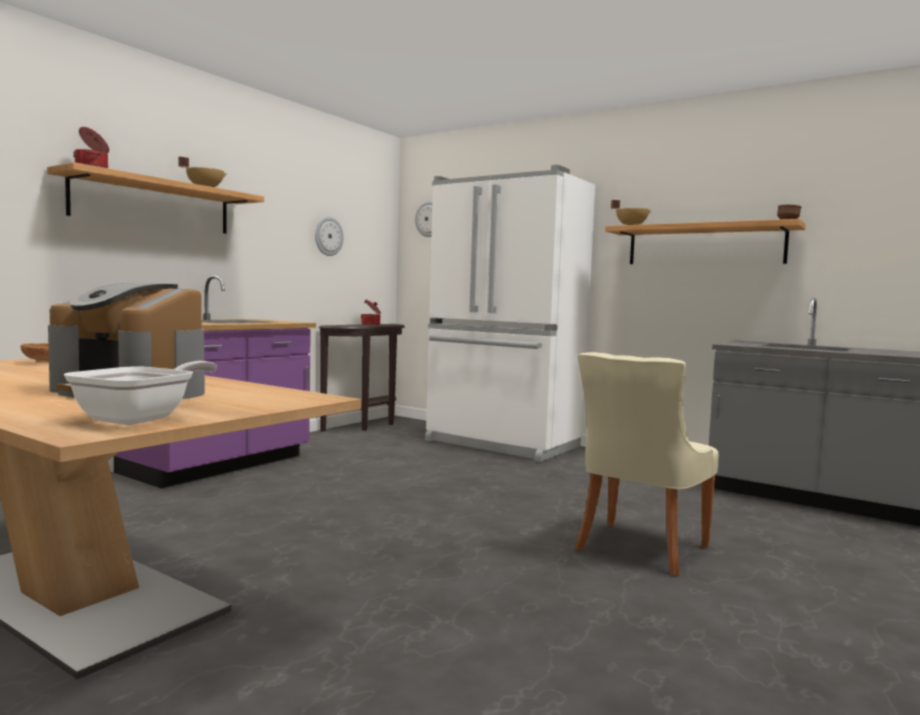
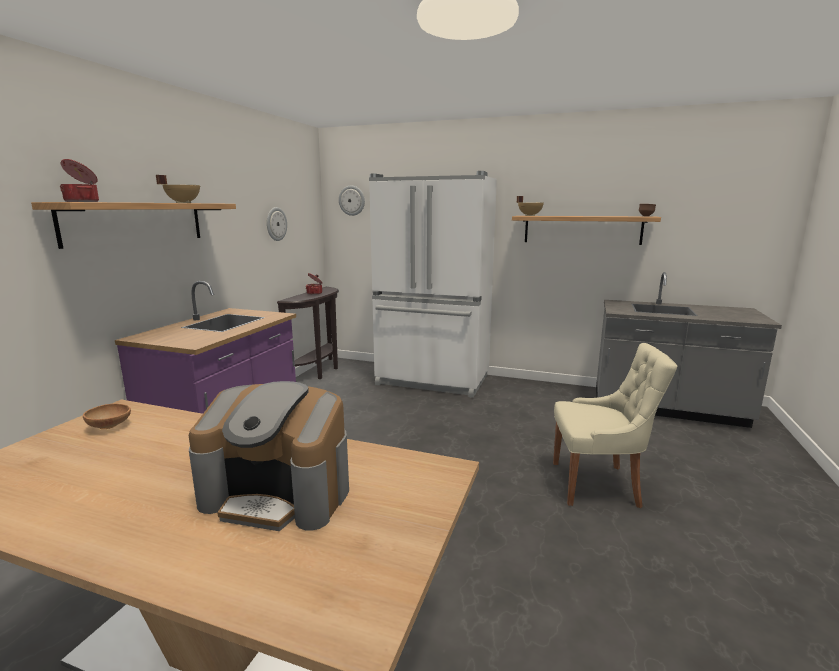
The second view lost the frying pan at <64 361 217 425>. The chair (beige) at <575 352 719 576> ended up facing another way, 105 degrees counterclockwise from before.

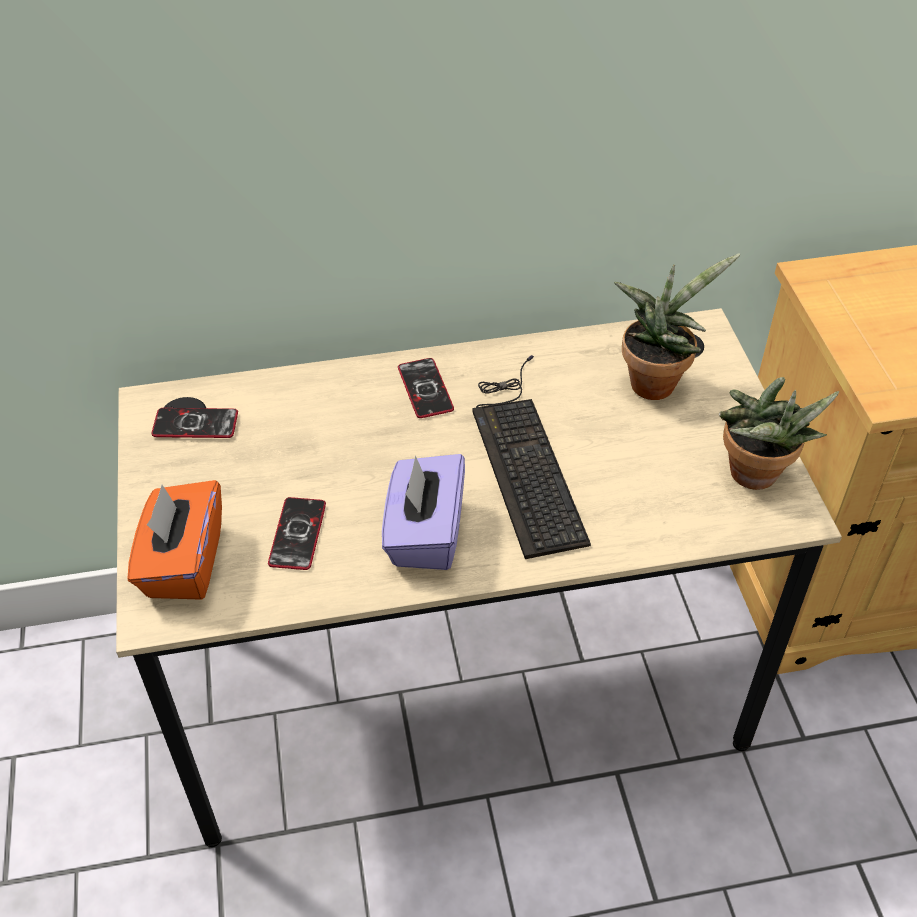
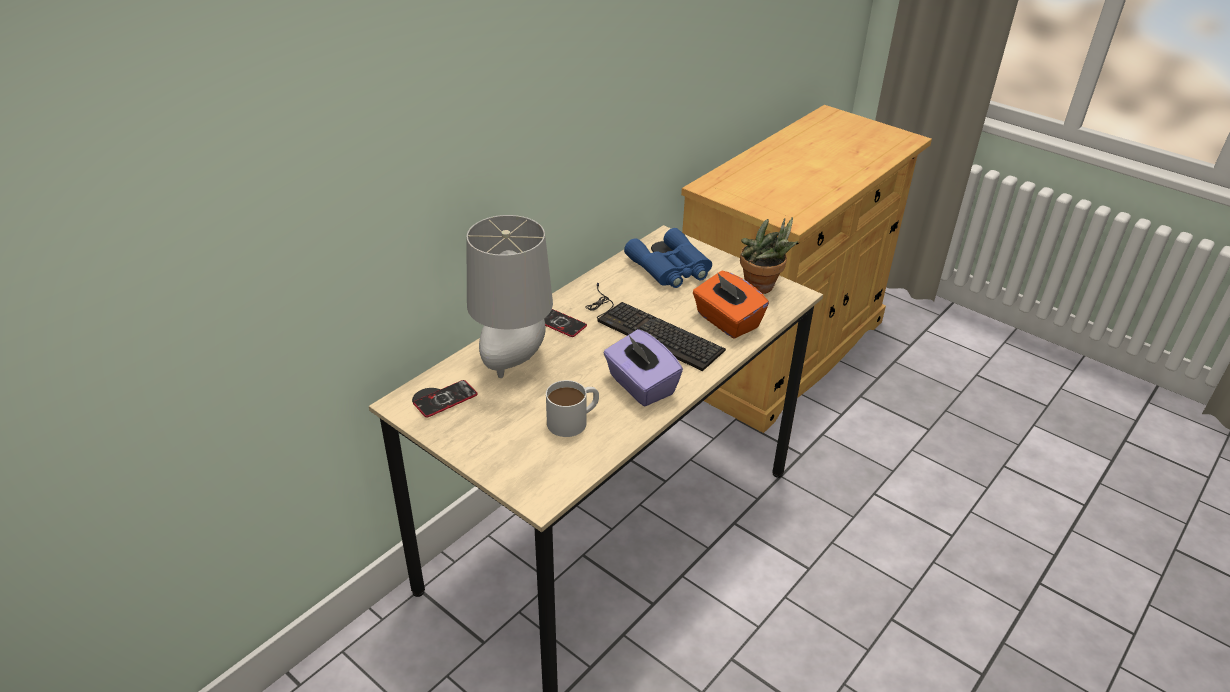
The second view gained the table lamp (grey) at <466 215 553 378>. The tissue box (orange) ended up elsewhere, having gone from <128 480 222 600> to <693 270 769 339>. Where the phone stood at <268 497 326 570>, the mug (white) came to stand at <546 380 599 437>. Where the potted plant stood at <614 253 740 400>, the binoculars (blue) came to stand at <624 228 712 288>.

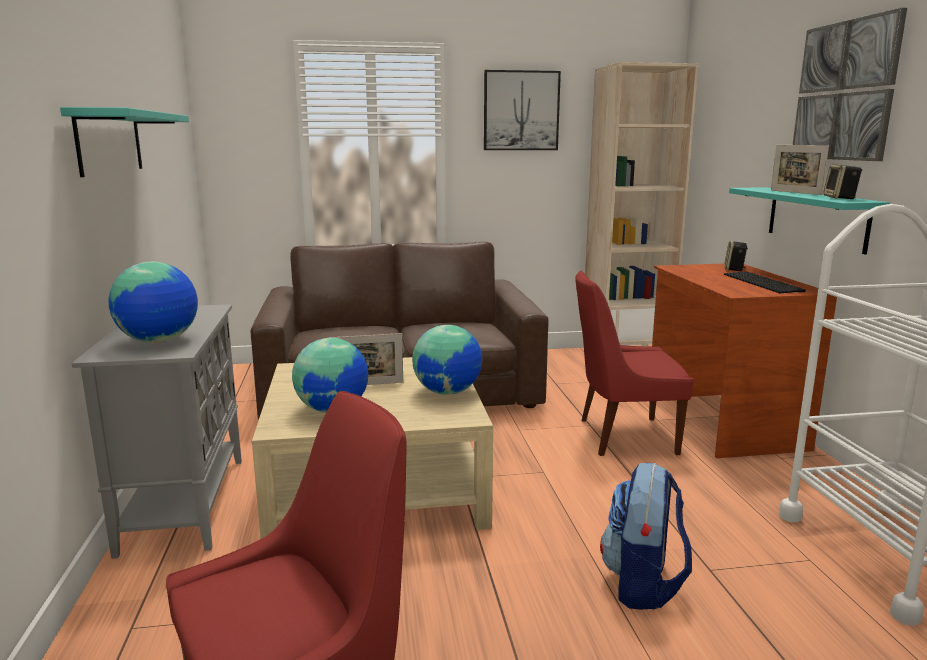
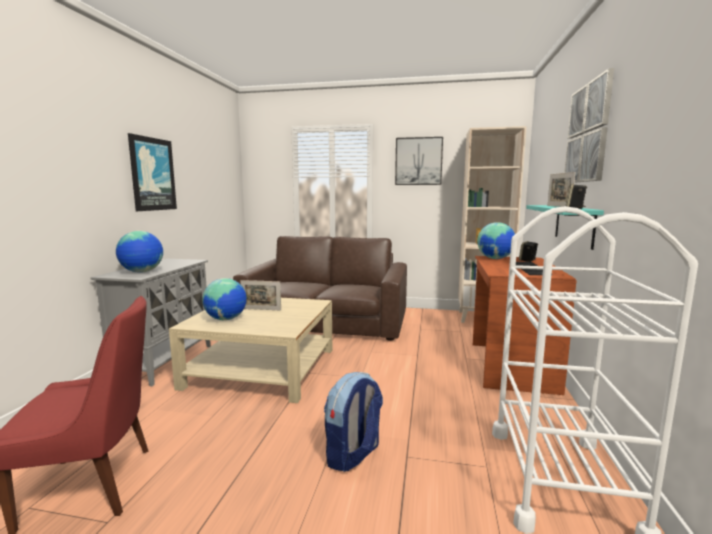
The second view lost the chair (red) at <575 271 693 456>. The globe ended up elsewhere, having gone from <412 325 482 395> to <477 222 515 259>. Where the shelf (turquoise) hung at <60 107 189 177>, the picture came to hang at <128 133 177 211>.

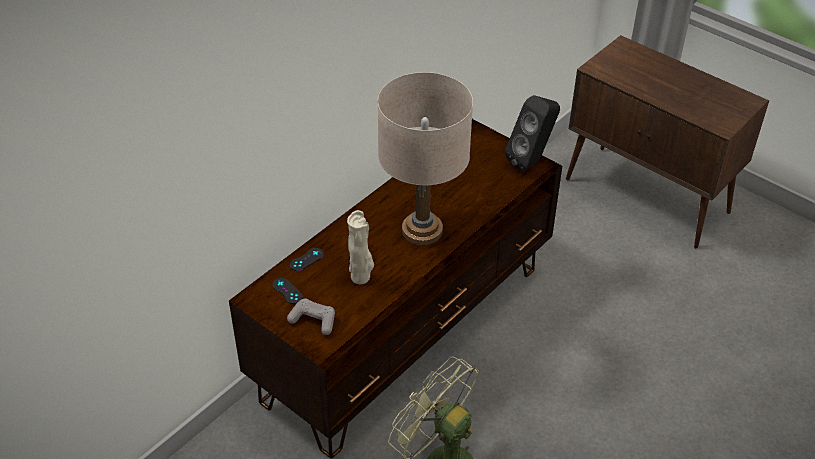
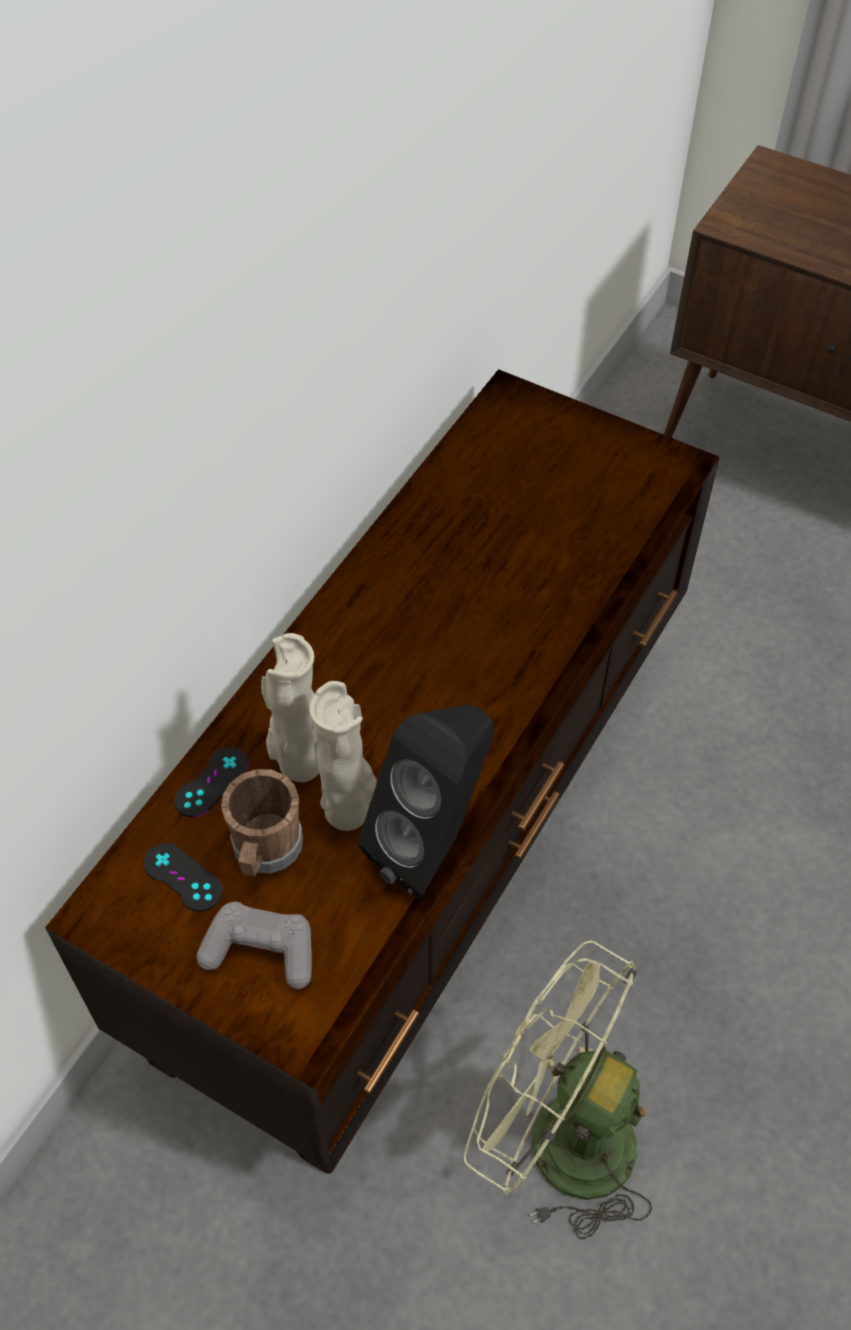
The second view lost the table lamp (beige) at <377 72 473 245>. The second view gained the mug (brown) at <221 769 303 876>. The second view gained the vase (beige) at <261 633 319 782>. The speaker (black) ended up elsewhere, having gone from <505 95 560 172> to <358 705 495 899>.

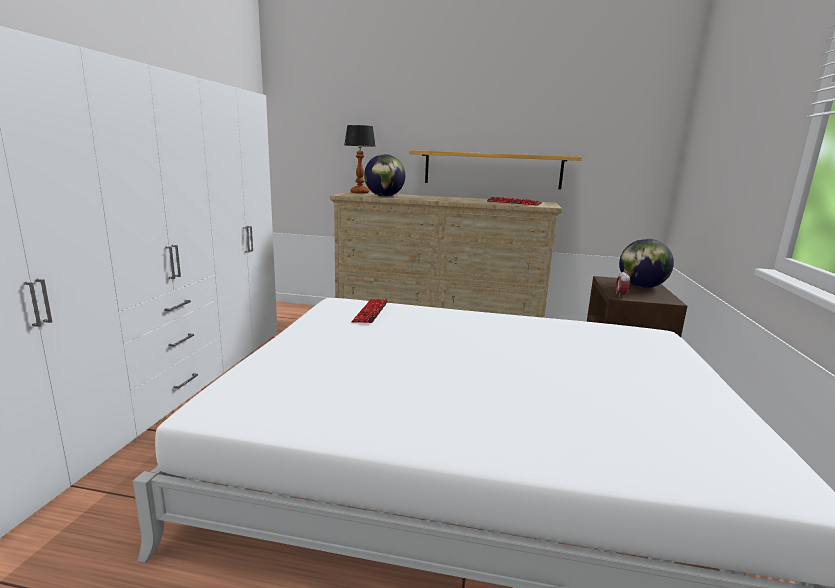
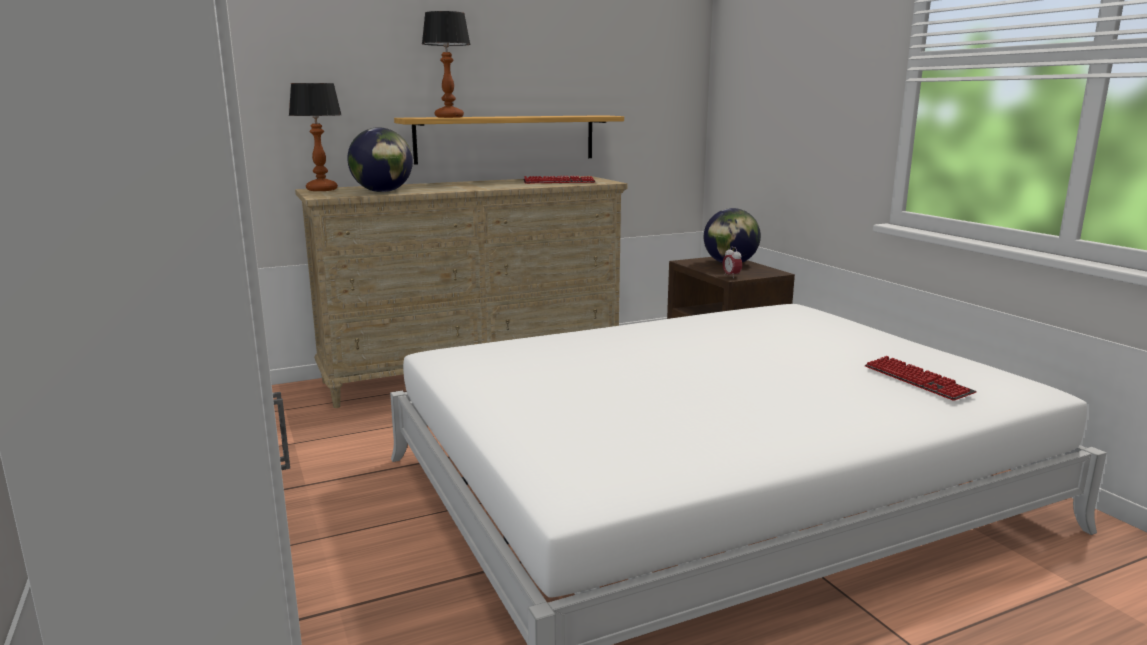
The second view gained the table lamp at <422 11 471 118>. The keyboard ended up elsewhere, having gone from <352 299 388 323> to <865 356 977 401>.

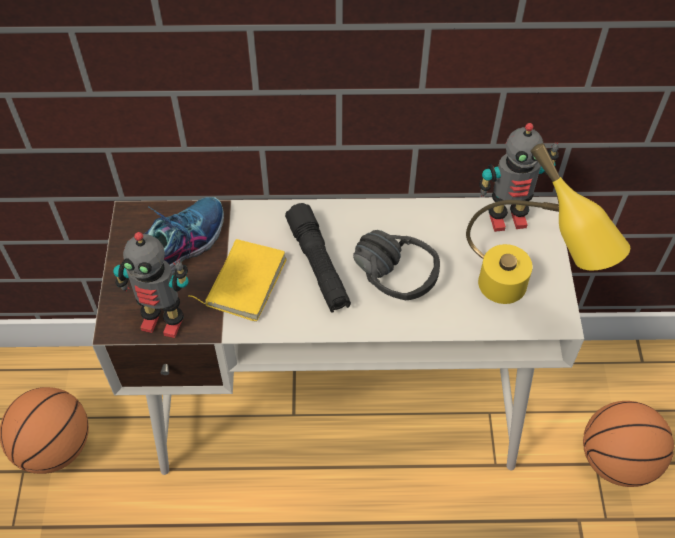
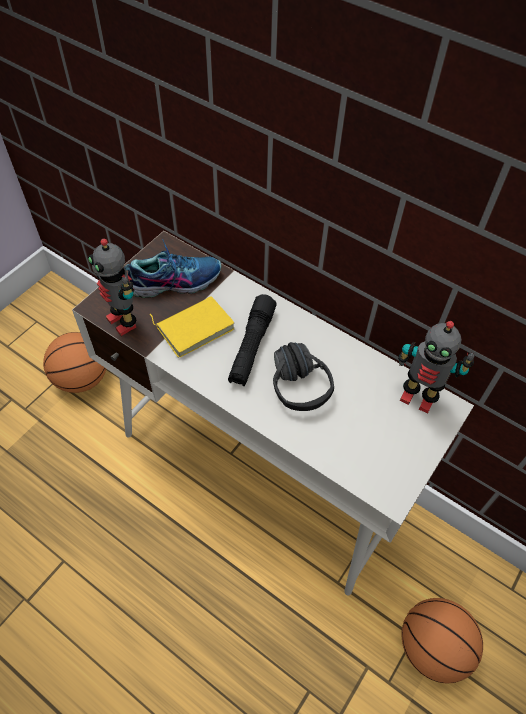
The second view lost the table lamp (yellow) at <466 143 630 304>.

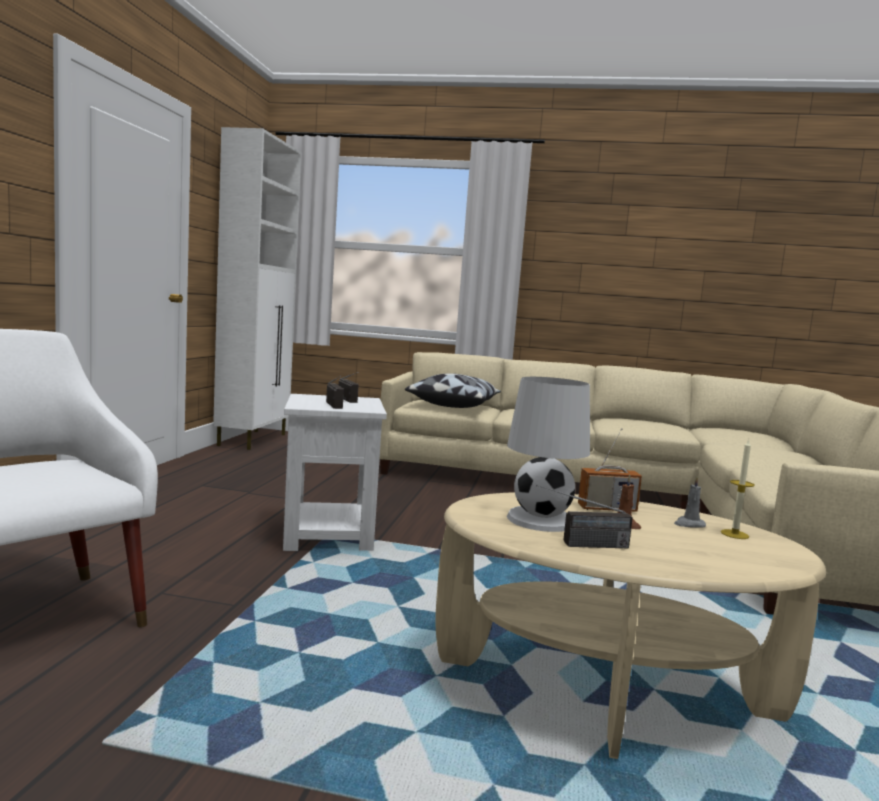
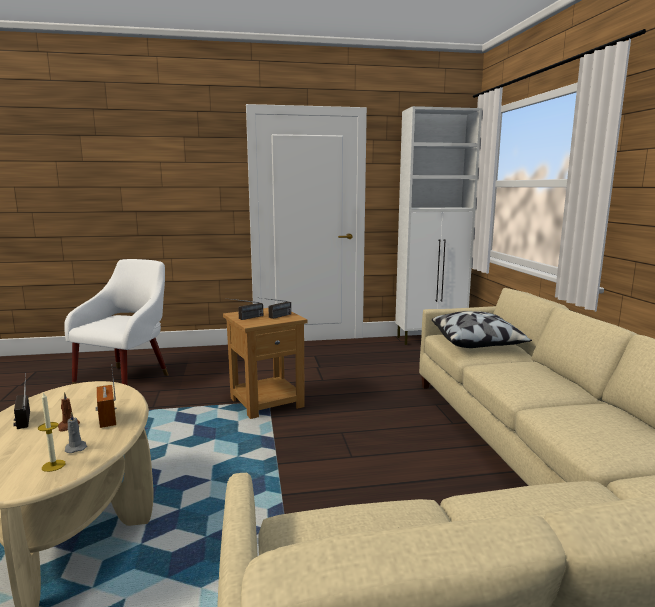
The second view lost the table lamp (white) at <507 377 590 532>. What was the side table (white) at <283 394 387 551> turned into the side table (brown) at <223 308 308 419>.

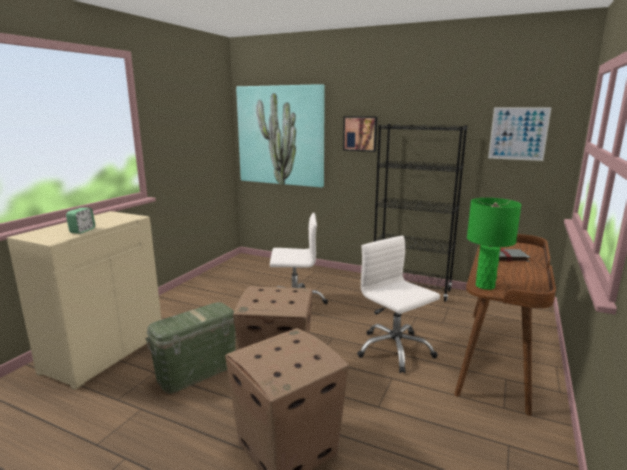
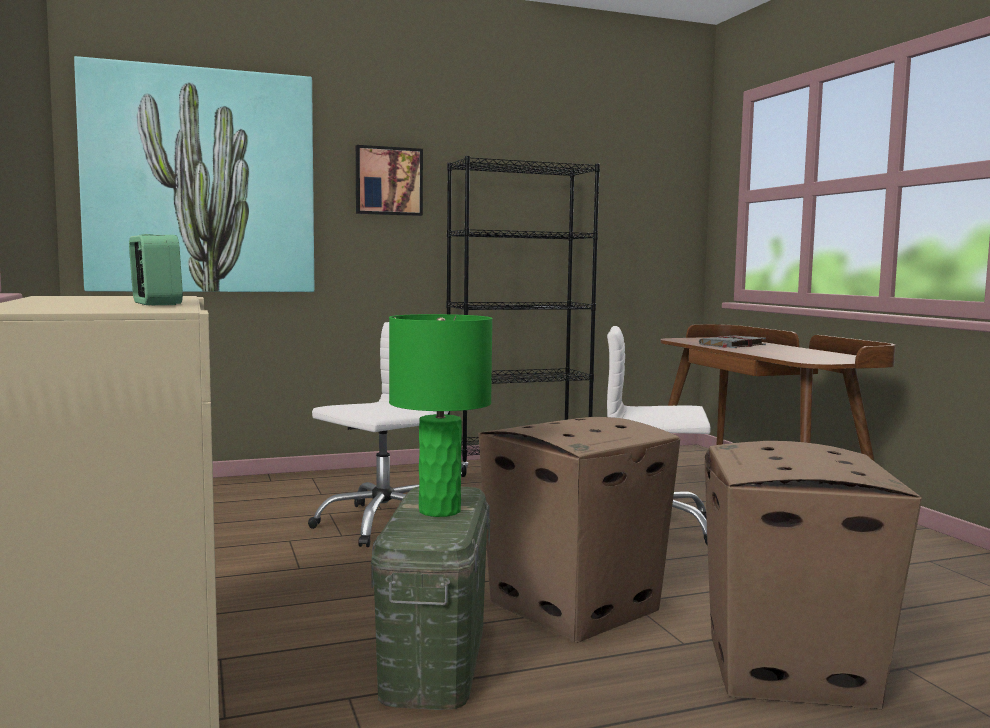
The second view lost the picture at <488 107 552 161>. The table lamp (green) ended up elsewhere, having gone from <467 198 521 290> to <389 314 493 517>.

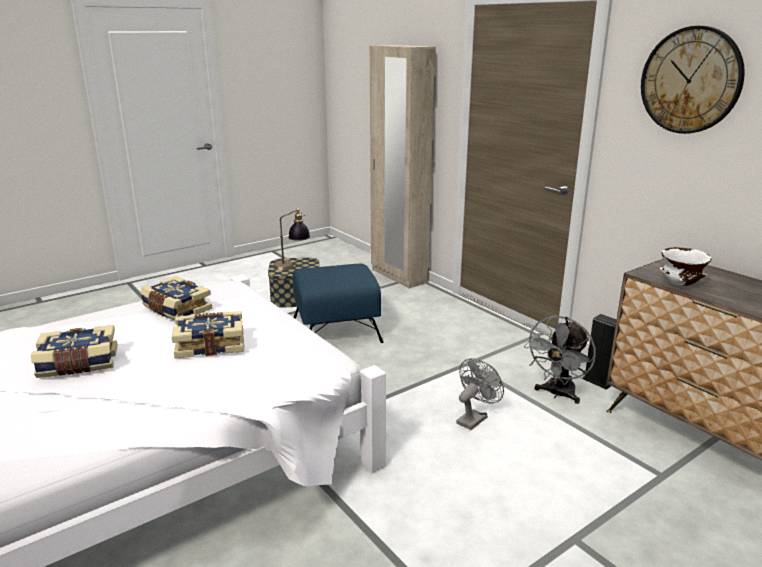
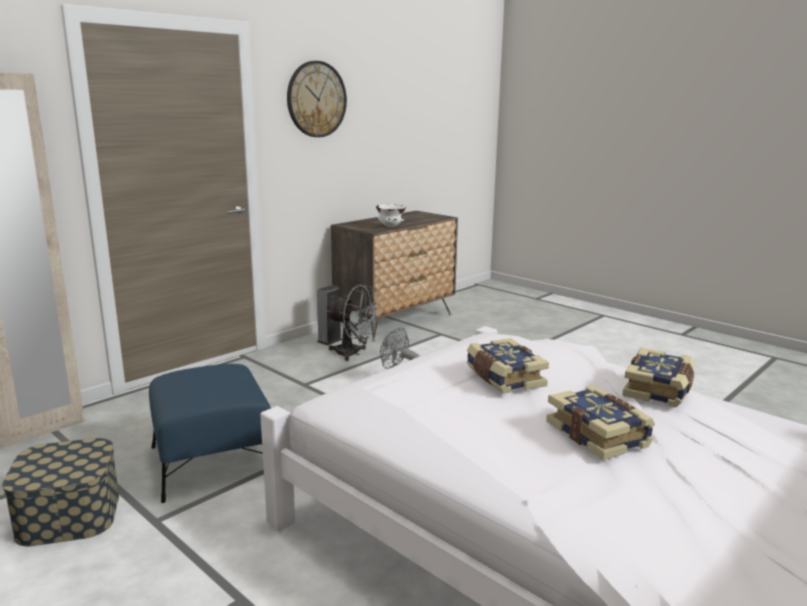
The second view lost the table lamp at <273 208 310 270>. The book ended up elsewhere, having gone from <140 276 212 321> to <622 348 694 408>.

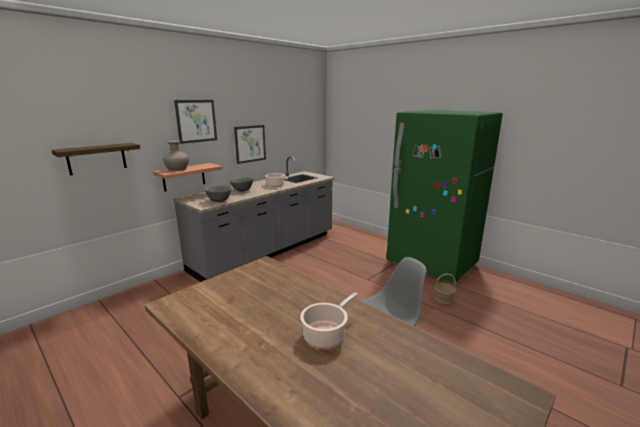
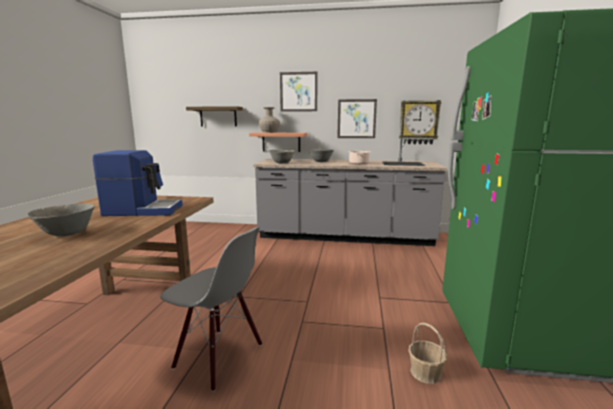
The second view gained the coffee machine at <93 150 183 216>. The second view gained the wall clock at <399 100 441 144>. Where the cooking pot stood at <300 293 358 348>, the bowl (grey) came to stand at <27 204 95 236>.

